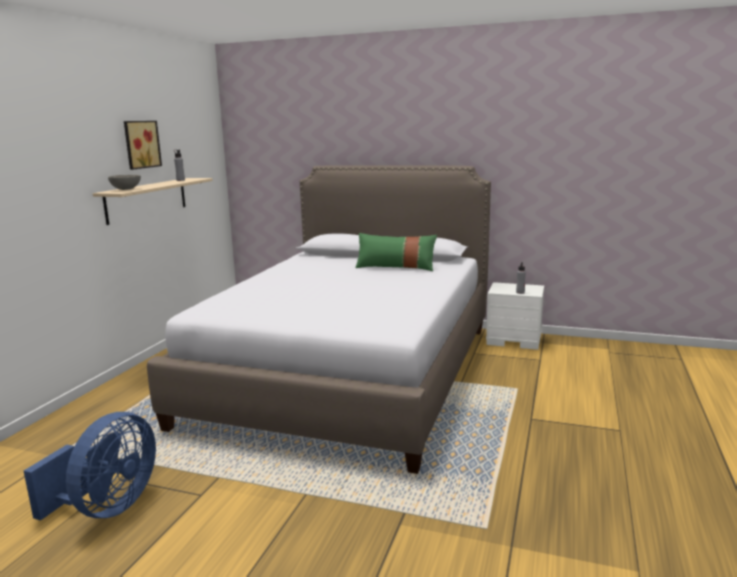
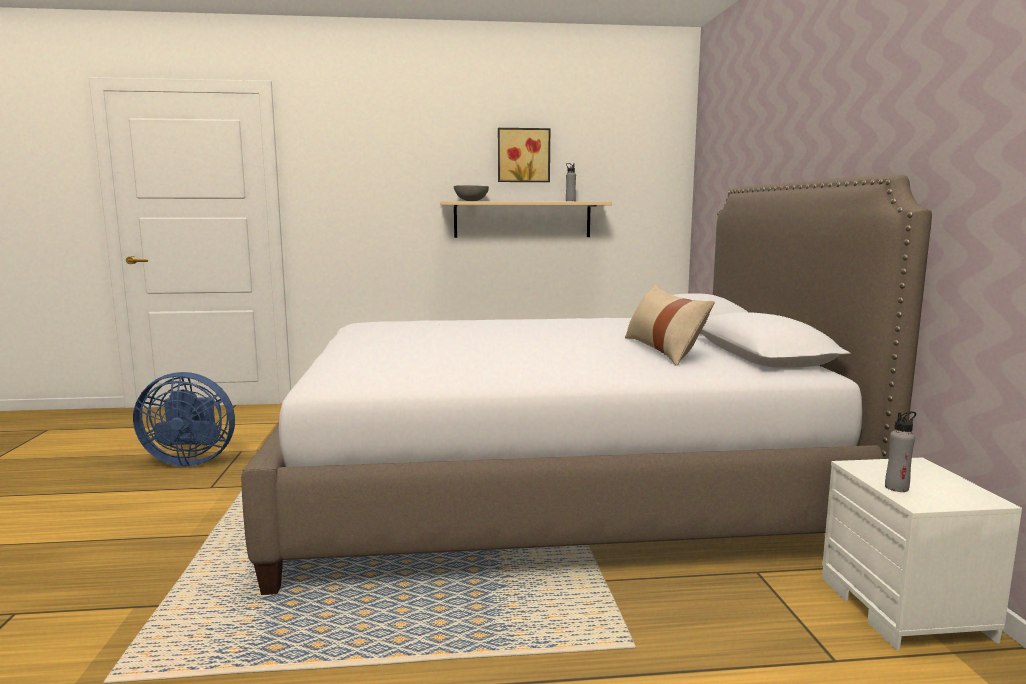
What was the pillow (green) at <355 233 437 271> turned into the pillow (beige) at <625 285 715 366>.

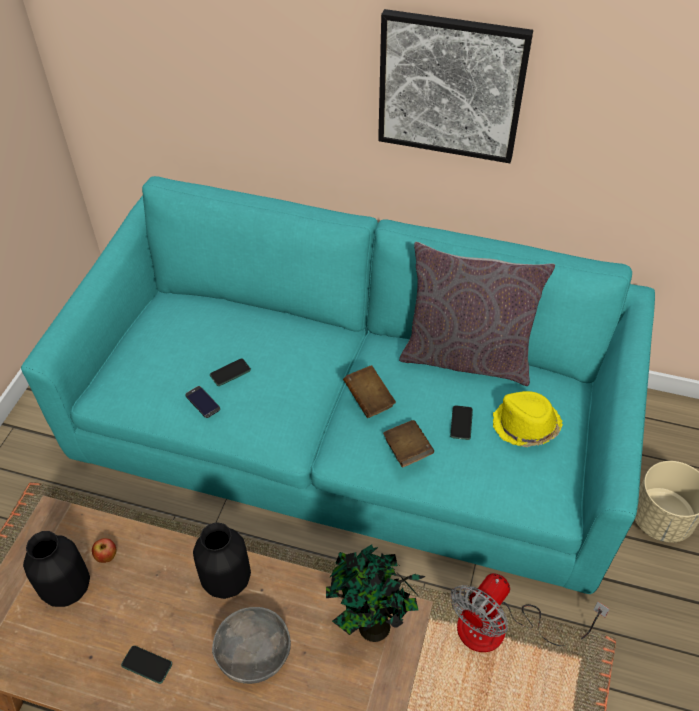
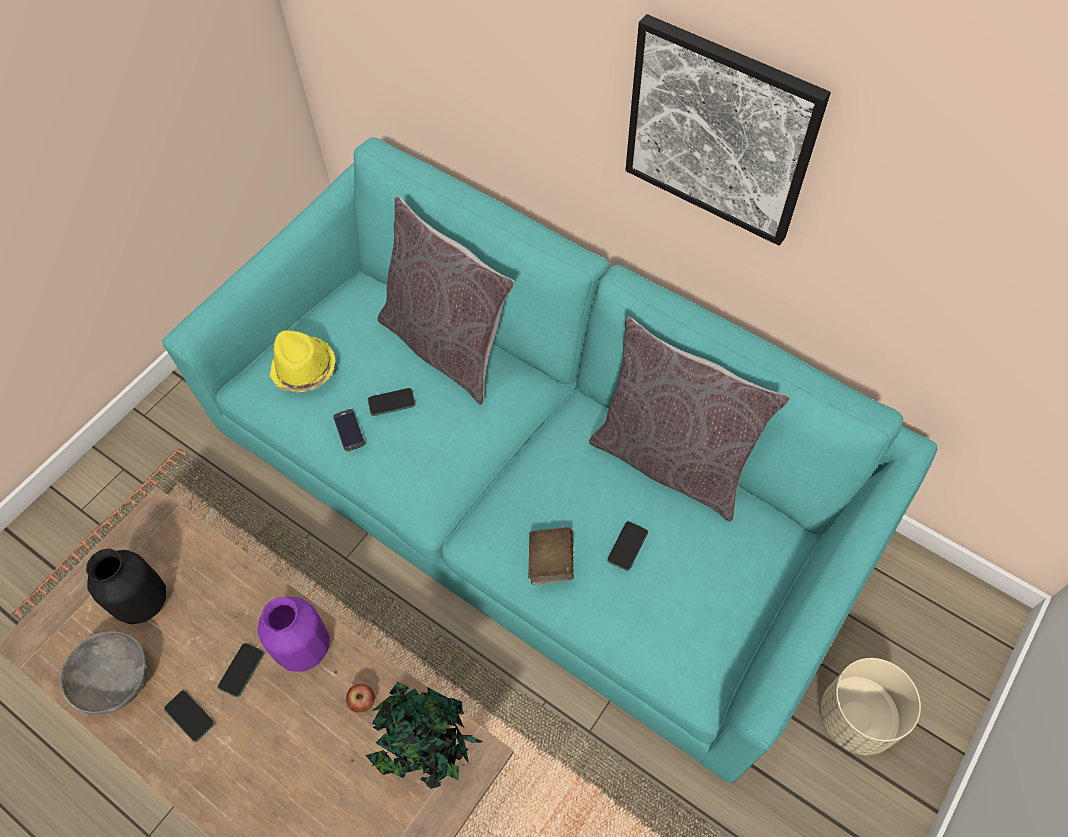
The second view lost the book (brown) at <343 365 396 418>. The second view lost the fan at <451 573 610 652>. The second view gained the phone at <218 643 264 697>. The second view gained the pillow (grey) at <378 196 515 405>. The apple ended up elsewhere, having gone from <92 538 116 563> to <346 684 375 712>. The bowl (grey) ended up elsewhere, having gone from <212 607 291 684> to <60 631 148 714>. The hat (yellow) ended up elsewhere, having gone from <493 391 563 447> to <269 330 336 392>. What was the vase (black) at <193 522 251 599> turned into the vase (purple) at <257 597 330 672>.

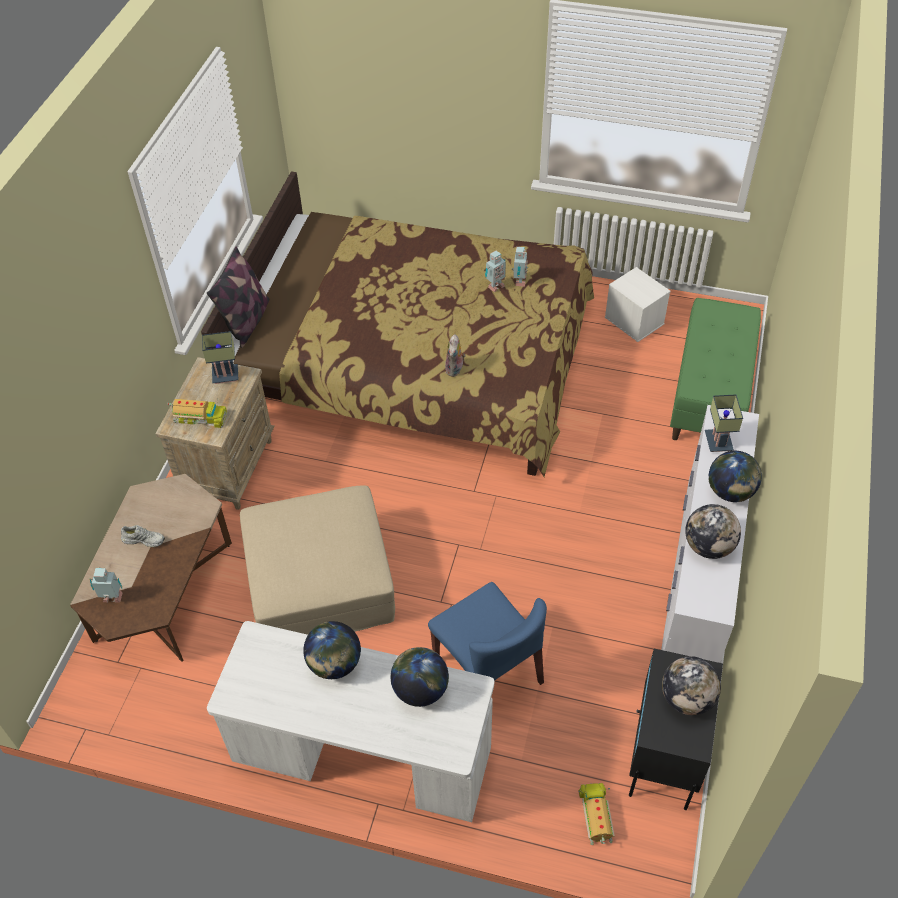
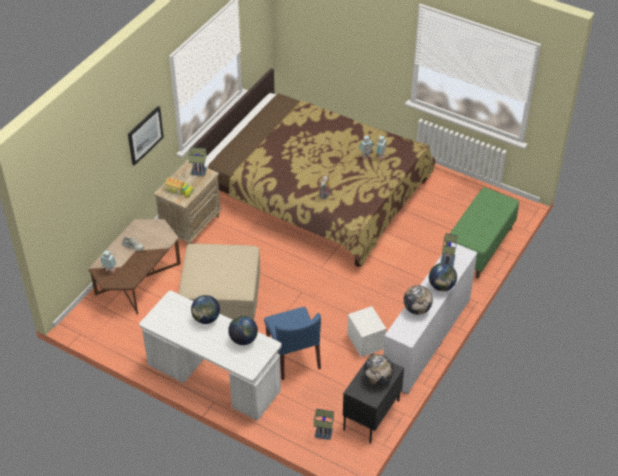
The second view lost the pillow at <207 246 269 348>. The second view gained the picture at <128 106 164 166>. The storage box (white) ended up elsewhere, having gone from <605 267 671 342> to <347 306 386 357>. Where the toy truck stood at <579 783 615 845>, the table lamp came to stand at <314 409 334 440>.

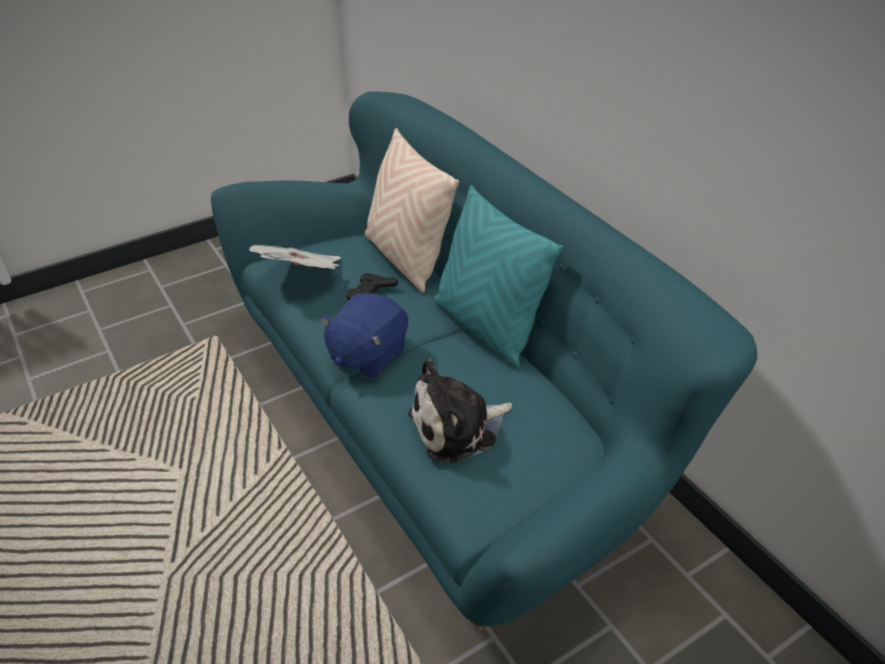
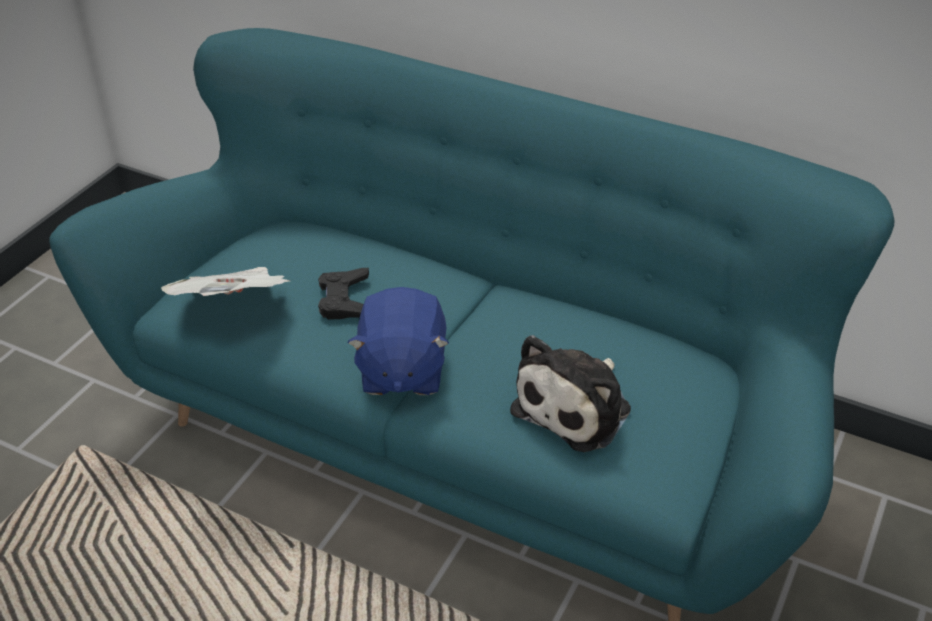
The second view lost the pillow (beige) at <365 128 459 292>. The second view lost the pillow (turquoise) at <433 185 563 368>.

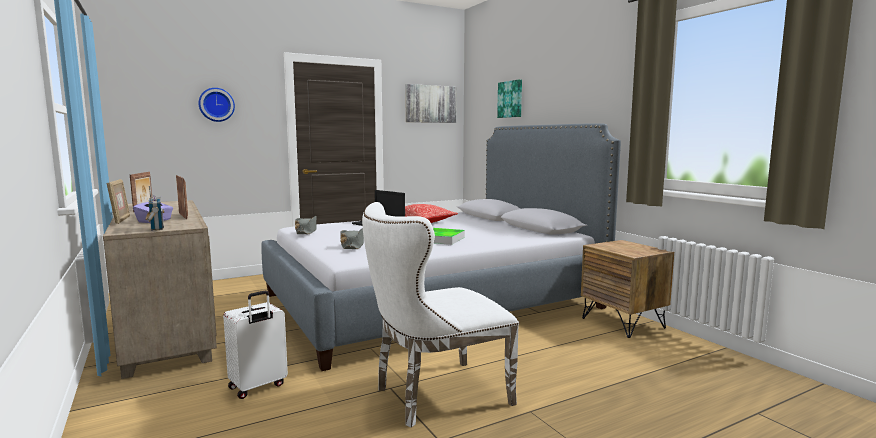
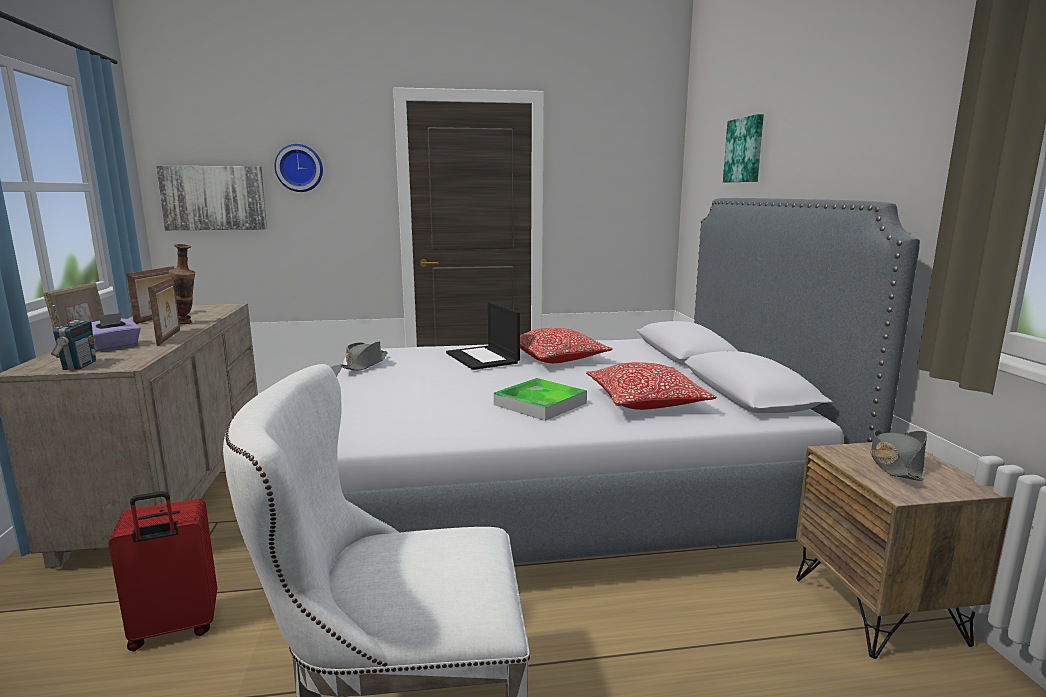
The second view gained the vase at <168 244 195 324>. The second view gained the pillow at <586 362 717 410>. The hat (grey) ended up elsewhere, having gone from <340 228 364 249> to <871 430 927 481>. The picture ended up elsewhere, having gone from <405 84 457 123> to <156 166 268 230>. What was the suitcase (white) at <223 291 288 399> turned into the suitcase (red) at <108 491 217 651>.

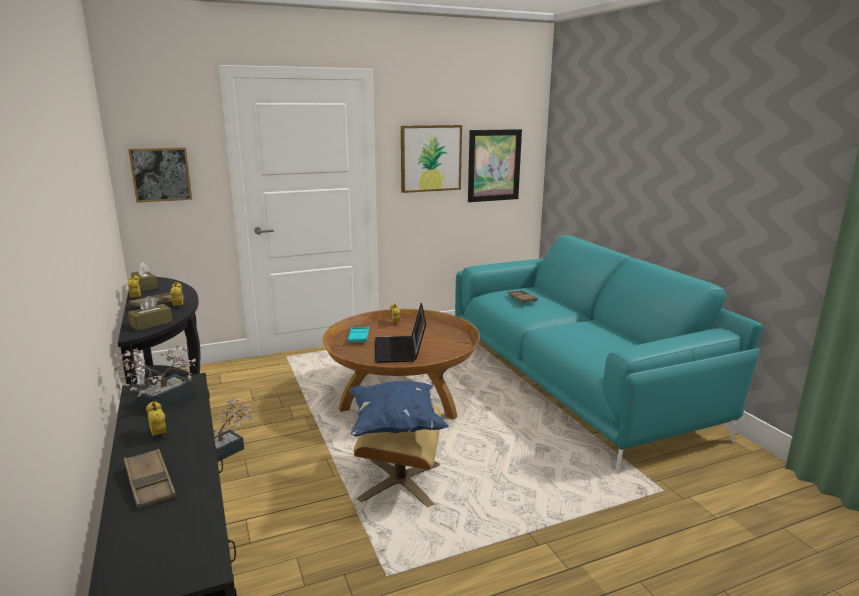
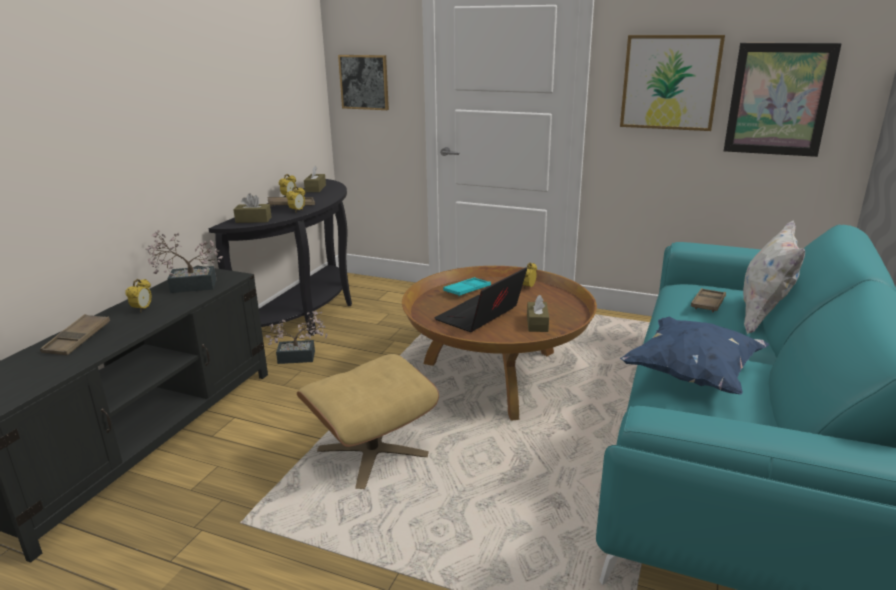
The second view gained the tissue box (brown) at <527 295 549 332>. The second view gained the pillow (white) at <743 220 805 334>. The pillow (blue) ended up elsewhere, having gone from <349 381 449 437> to <620 316 770 394>.

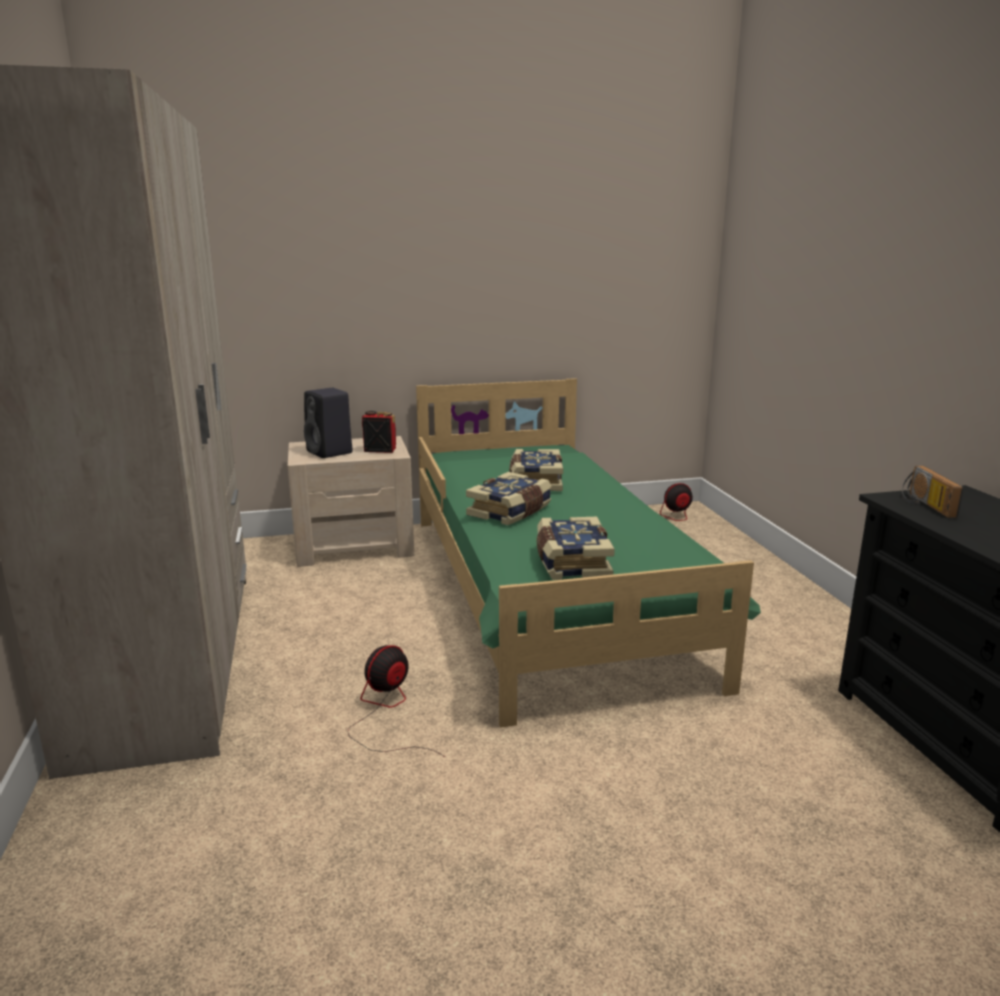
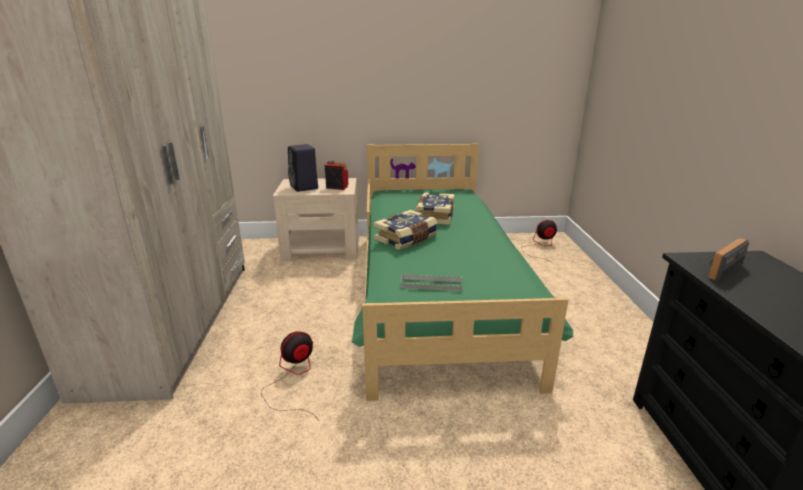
Where the book stood at <537 517 615 580>, the tray (grey) came to stand at <401 274 462 291>. The radio at <902 466 964 518> ended up facing another way, 45 degrees clockwise from before.

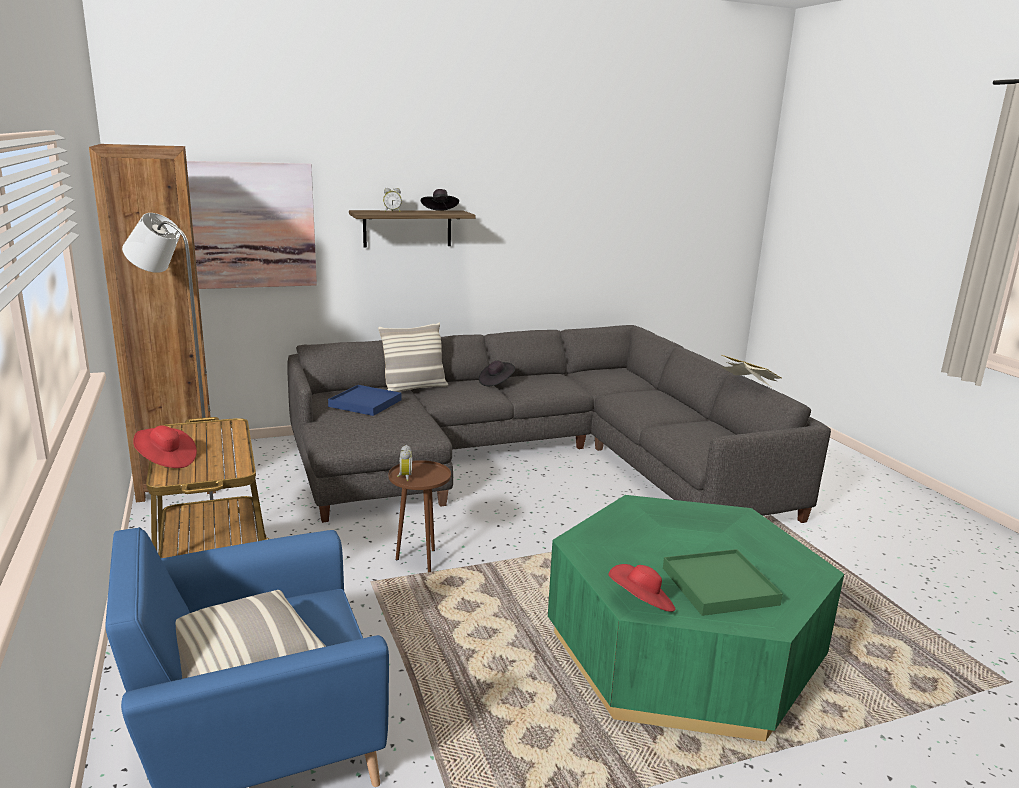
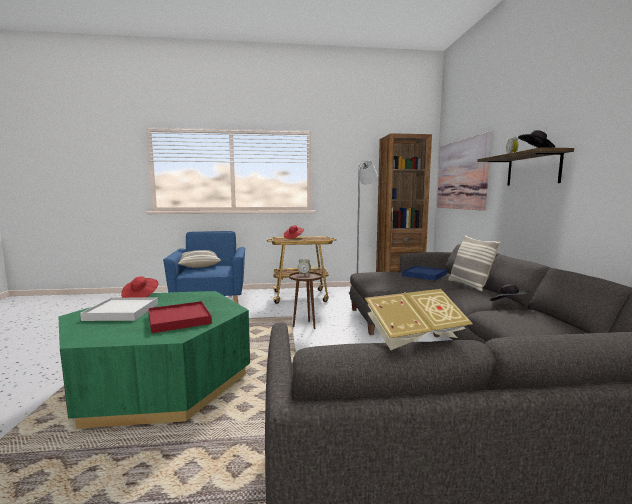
The second view gained the tray (red) at <148 301 212 333>. What was the tray (green) at <663 549 783 616> turned into the tray (white) at <80 298 158 321>.

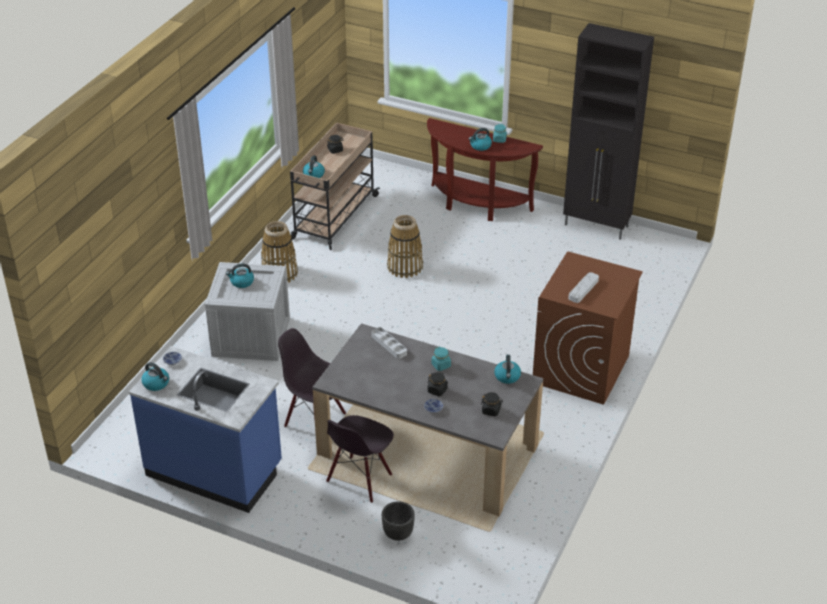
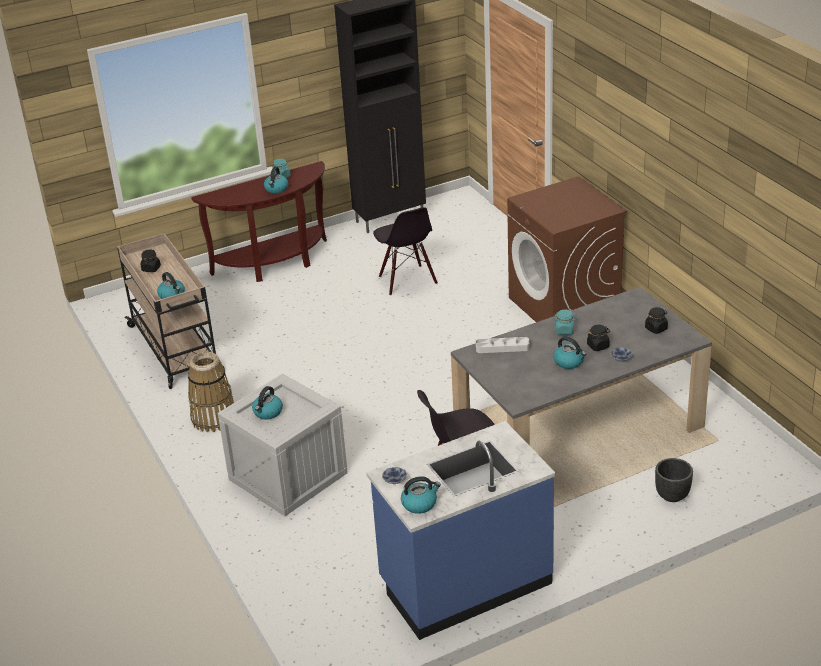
The second view lost the basket at <387 215 423 278>. The second view lost the tray (grey) at <568 272 599 303>. The chair (black) ended up elsewhere, having gone from <326 415 394 503> to <373 207 438 296>. The kettle ended up elsewhere, having gone from <494 355 521 384> to <554 336 586 369>.

